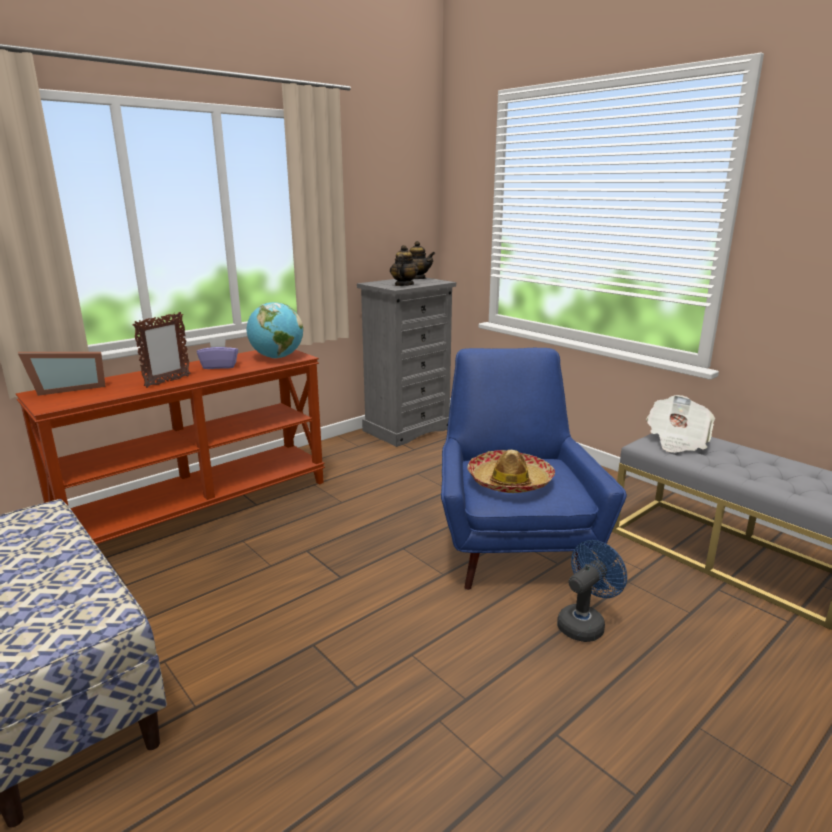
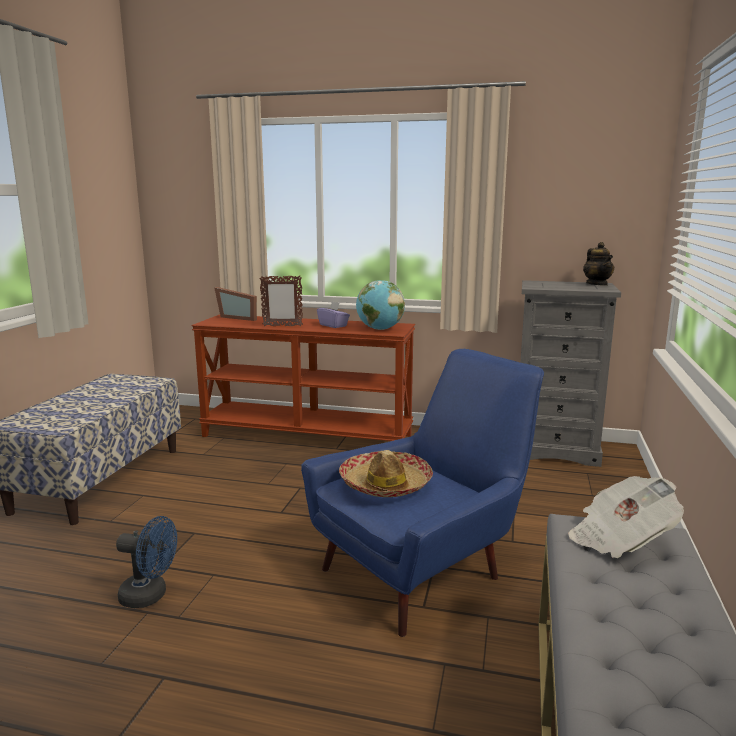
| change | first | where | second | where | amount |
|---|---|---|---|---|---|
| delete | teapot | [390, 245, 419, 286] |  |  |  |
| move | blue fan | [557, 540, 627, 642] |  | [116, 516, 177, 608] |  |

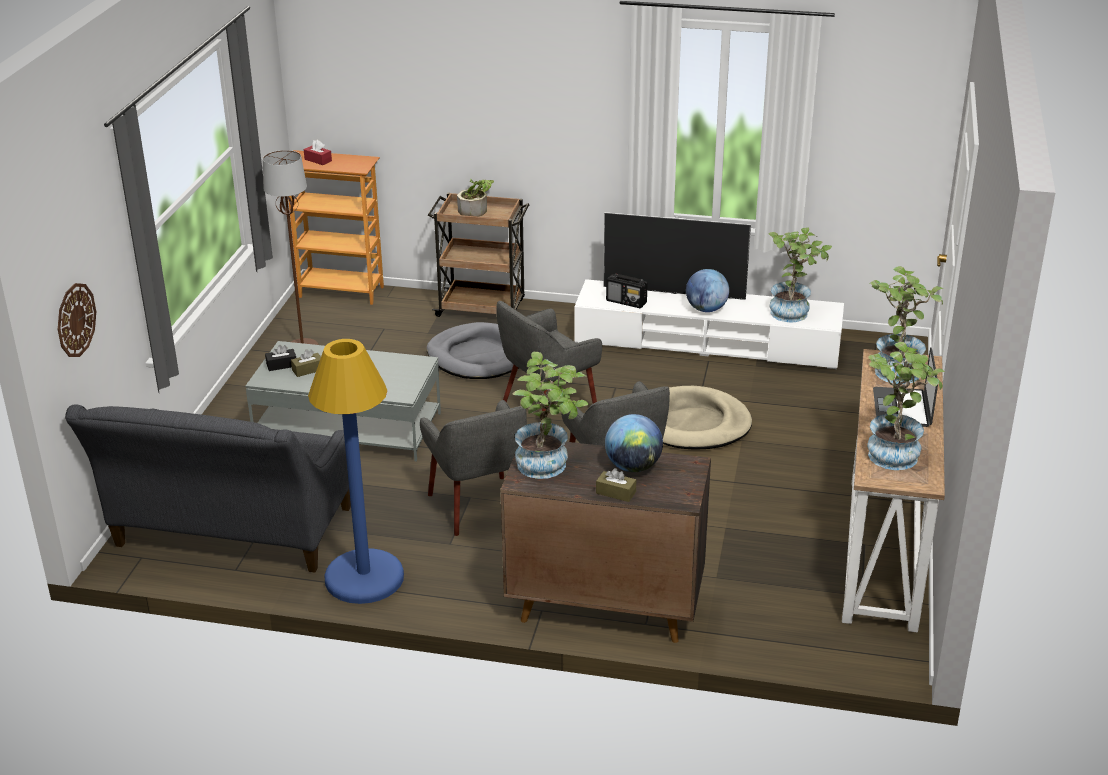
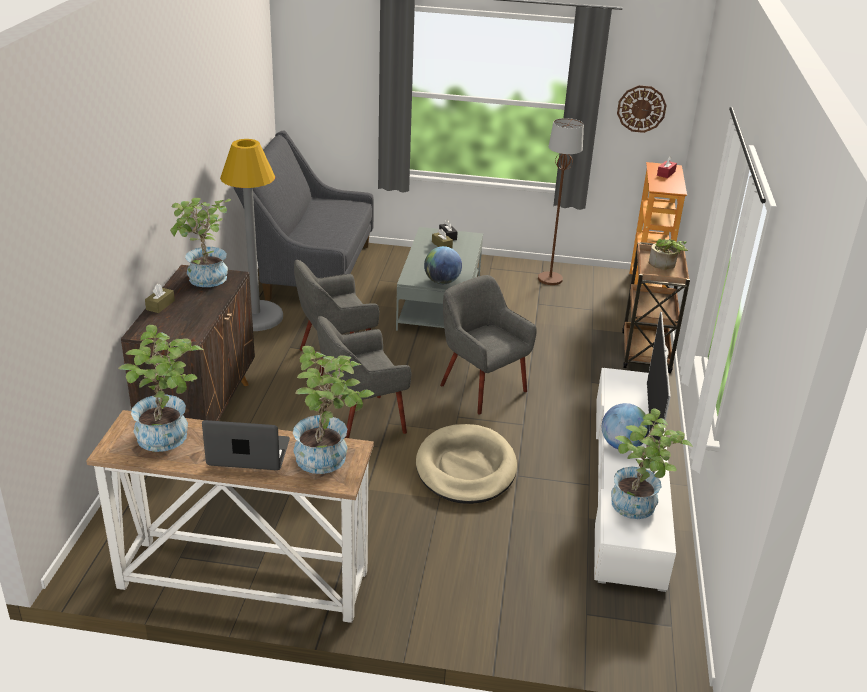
| change | first | where | second | where | amount |
|---|---|---|---|---|---|
| delete | radio | [606, 274, 648, 308] |  |  |  |
| move | wall clock | [58, 283, 96, 357] |  | [617, 85, 667, 133] |  |
| delete | grey dog bed | [427, 322, 519, 379] |  |  |  |
| recolor | blue floor lamp | [308, 339, 404, 604] | grey floor lamp | [220, 139, 283, 331] |  |
| move | globe | [605, 414, 663, 472] |  | [424, 246, 462, 284] |  |

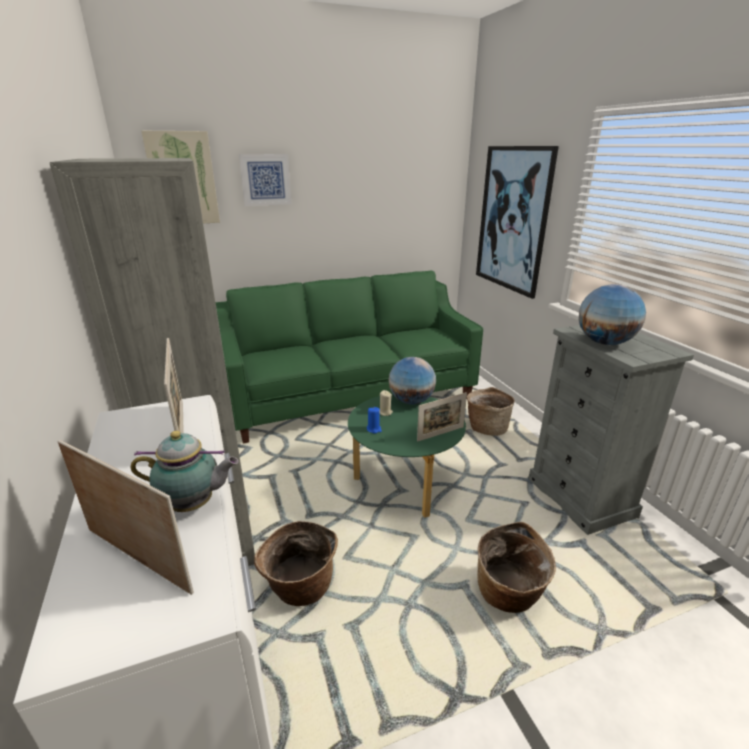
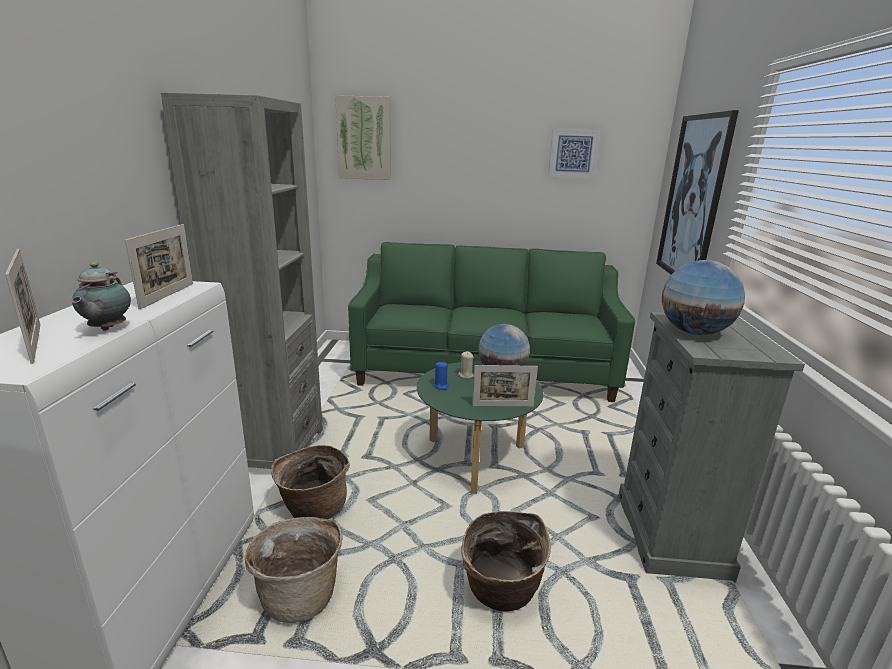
| change | first | where | second | where | amount |
|---|---|---|---|---|---|
| move | picture | [239, 154, 292, 206] |  | [548, 128, 601, 179] |  |
| move | basket | [467, 387, 515, 436] |  | [245, 517, 342, 623] |  |
| rotate | teapot | [131, 431, 239, 512] |  | [71, 262, 131, 331] | 60 degrees clockwise |

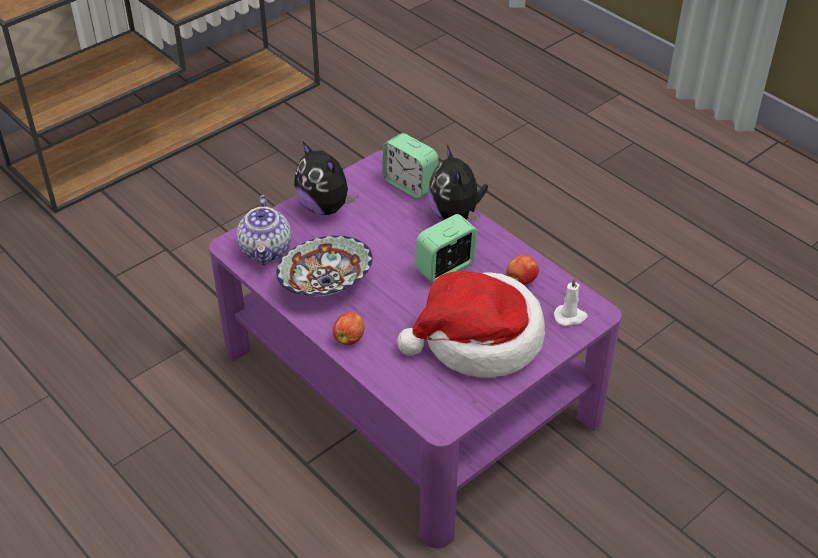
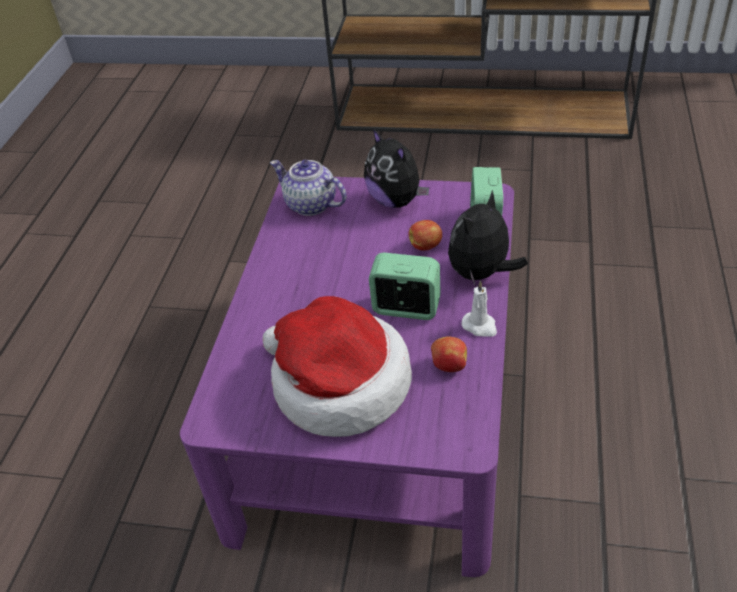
| change | first | where | second | where | amount |
|---|---|---|---|---|---|
| rotate | plush toy | [294, 142, 357, 215] |  | [364, 129, 429, 208] | 45 degrees counterclockwise |
| rotate | teapot | [237, 195, 291, 265] |  | [270, 160, 346, 216] | 75 degrees clockwise |
| delete | bowl | [276, 236, 373, 296] |  |  |  |
| move | white candle | [554, 277, 587, 326] |  | [461, 280, 497, 337] |  |
| move | apple | [333, 312, 364, 345] |  | [408, 220, 442, 250] |  |

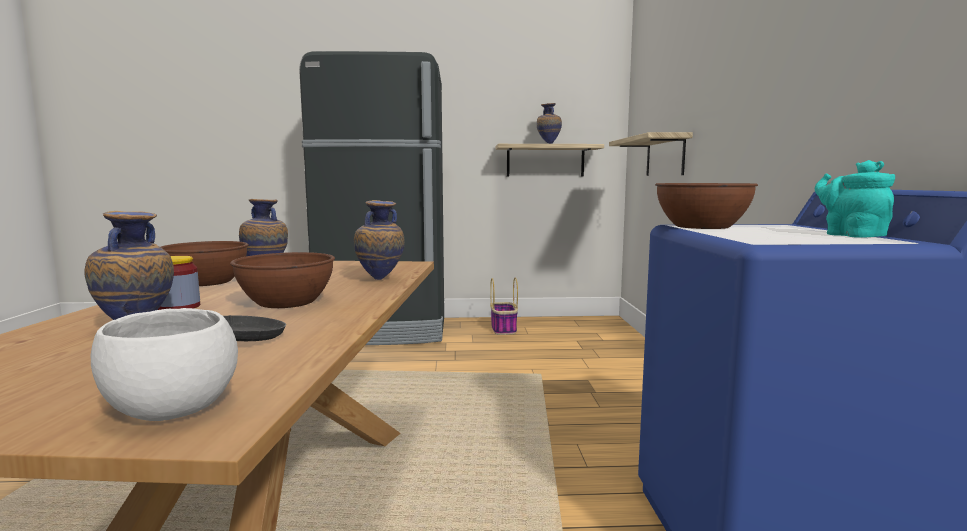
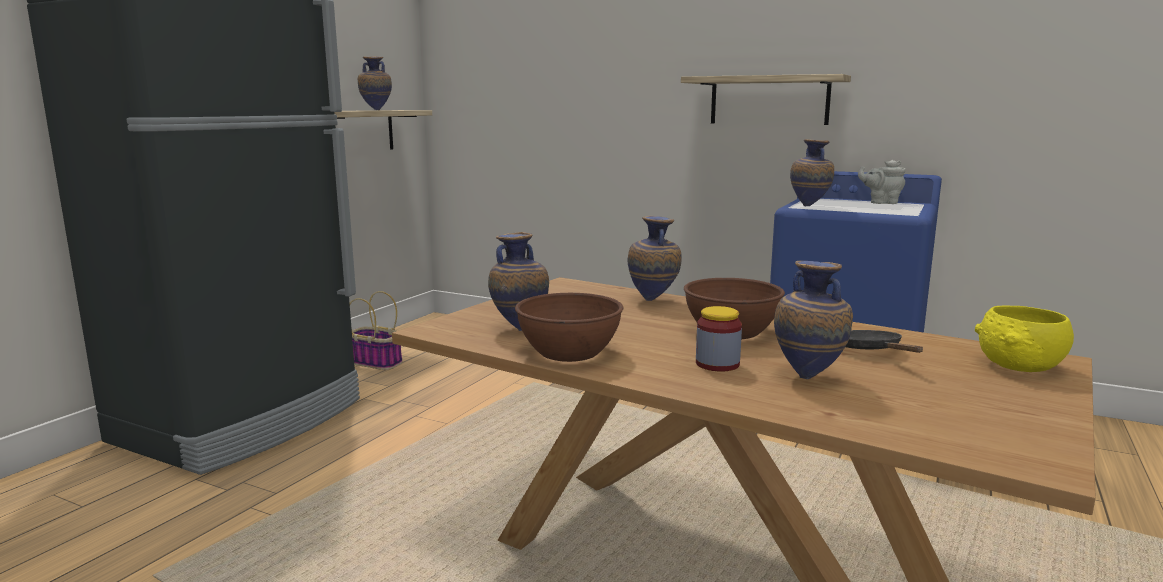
| change | first | where | second | where | amount |
|---|---|---|---|---|---|
| move | shelf | [609, 132, 693, 176] |  | [681, 74, 851, 125] |  |
| recolor | turquoise teapot | [815, 160, 895, 238] | grey teapot | [858, 160, 906, 204] |  |
| replace | brown bowl | [655, 183, 758, 229] | vase | [790, 139, 834, 206] |  |
| recolor | white bowl | [91, 308, 238, 421] | yellow bowl | [975, 306, 1074, 372] |  |

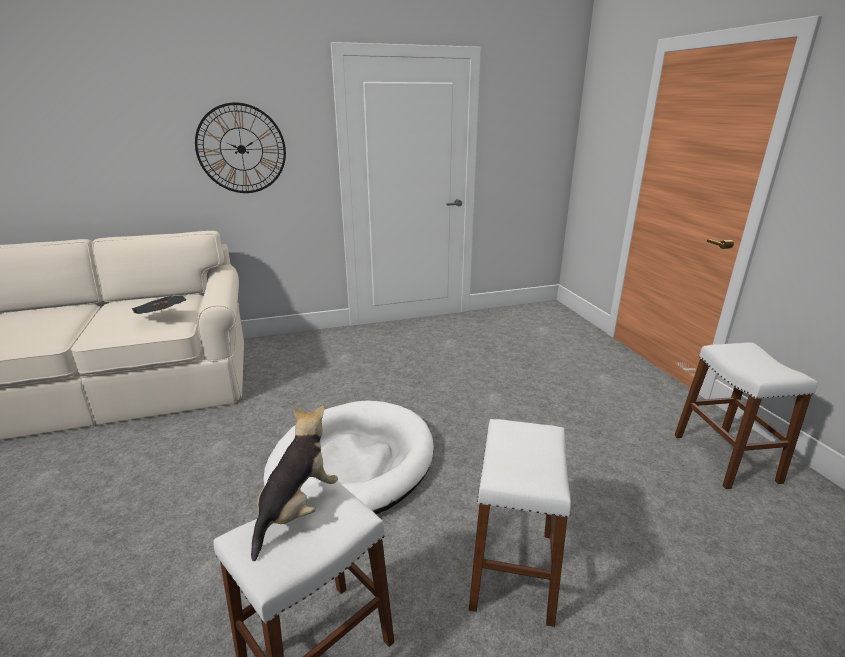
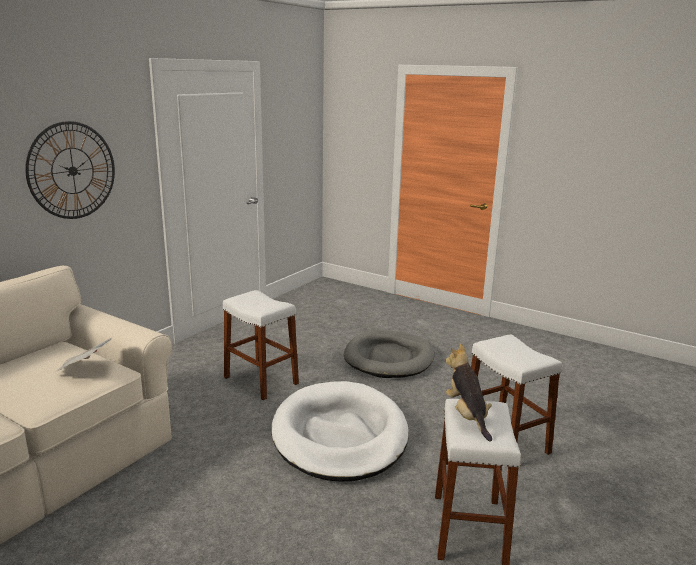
| change | first | where | second | where | amount |
|---|---|---|---|---|---|
| move | white stool | [675, 343, 818, 489] |  | [223, 290, 299, 400] |  |
| insert |  |  | grey dog bed | [344, 330, 434, 378] |  |

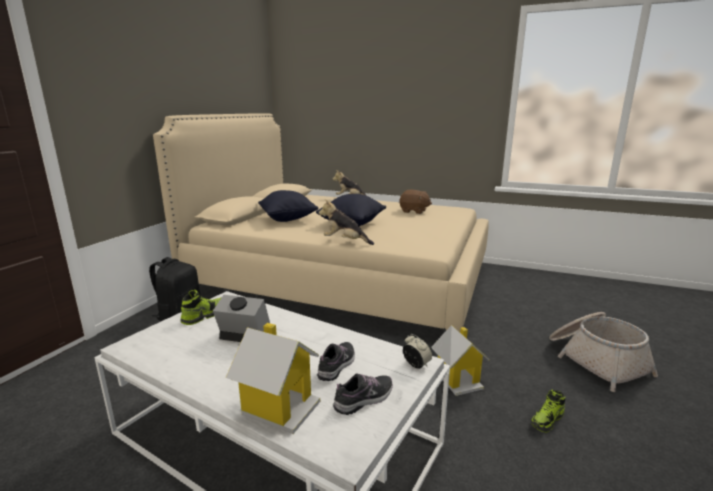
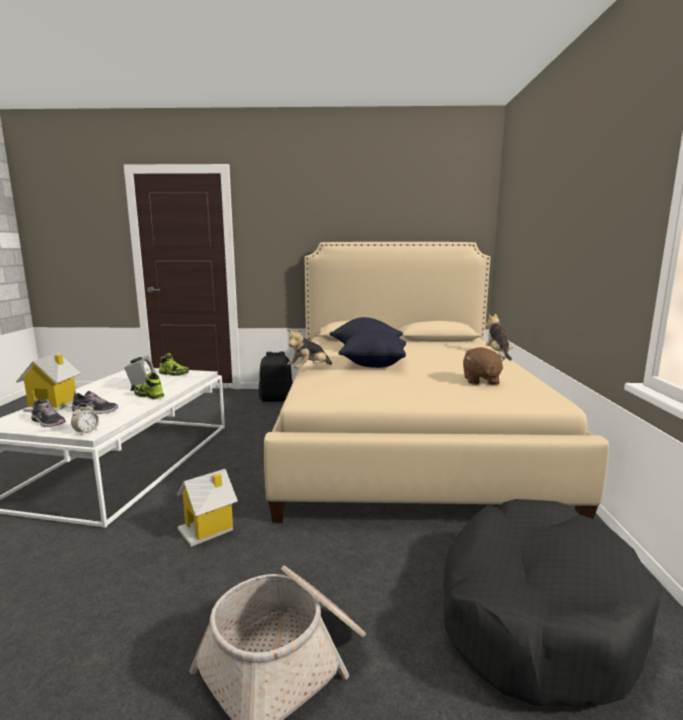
| change | first | where | second | where | amount |
|---|---|---|---|---|---|
| rotate | plush toy | [319, 199, 374, 245] |  | [287, 328, 332, 369] | 135 degrees counterclockwise |
| move | shoe | [531, 390, 565, 433] |  | [134, 372, 164, 400] |  |
| insert |  |  | black dog bed | [443, 499, 661, 707] |  |

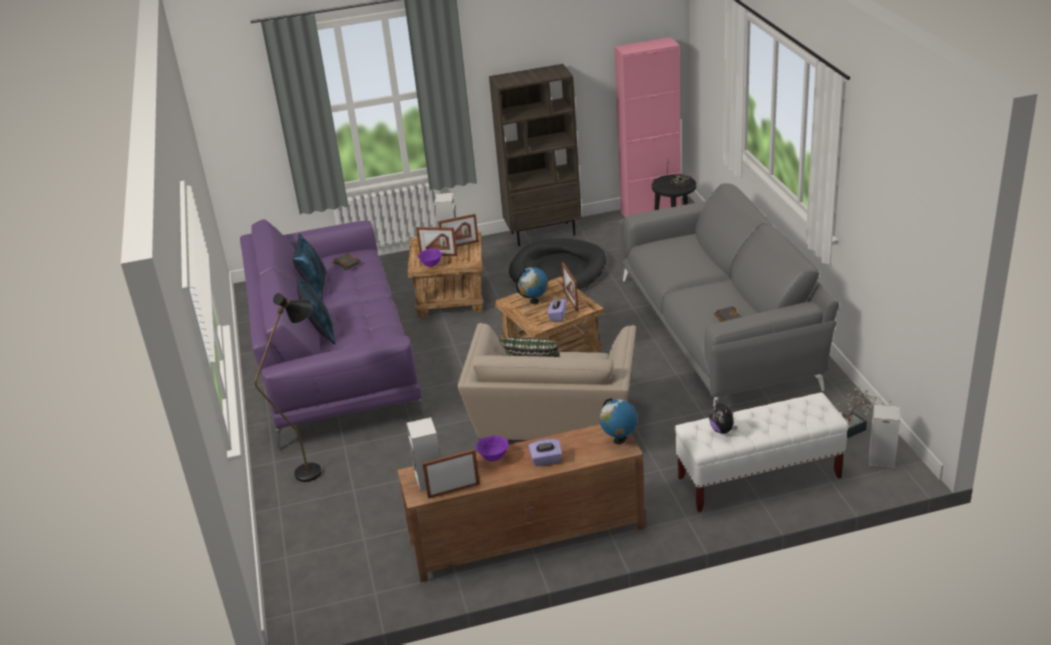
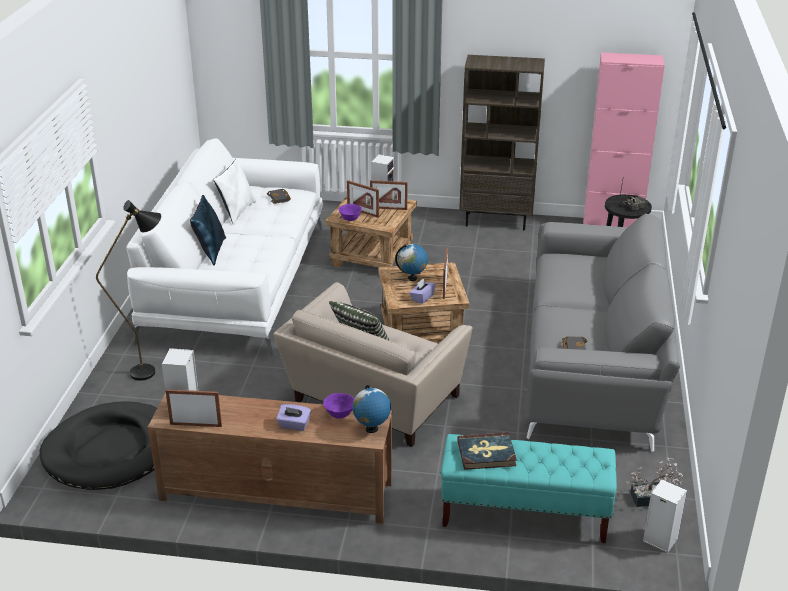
| change | first | where | second | where | amount |
|---|---|---|---|---|---|
| recolor | purple sofa | [240, 219, 427, 450] | white sofa | [127, 138, 323, 357] |  |
| recolor | blue pillow | [293, 233, 327, 300] | white pillow | [213, 158, 256, 225] |  |
| move | black dog bed | [509, 239, 606, 289] |  | [40, 401, 157, 490] |  |
| recolor | white bench | [675, 392, 848, 512] | turquoise bench | [441, 434, 617, 543] |  |
| replace | plush toy | [709, 399, 738, 434] | book | [458, 432, 517, 470] |  |
| move | purple bowl | [476, 435, 509, 462] |  | [323, 393, 354, 419] |  |

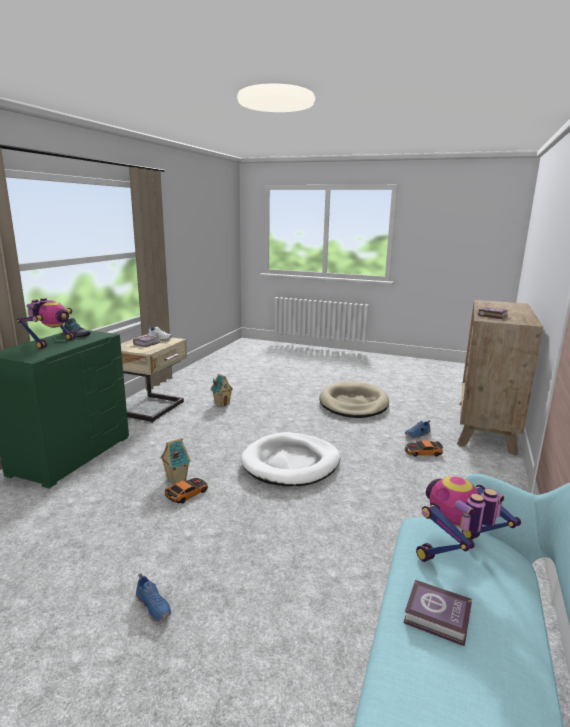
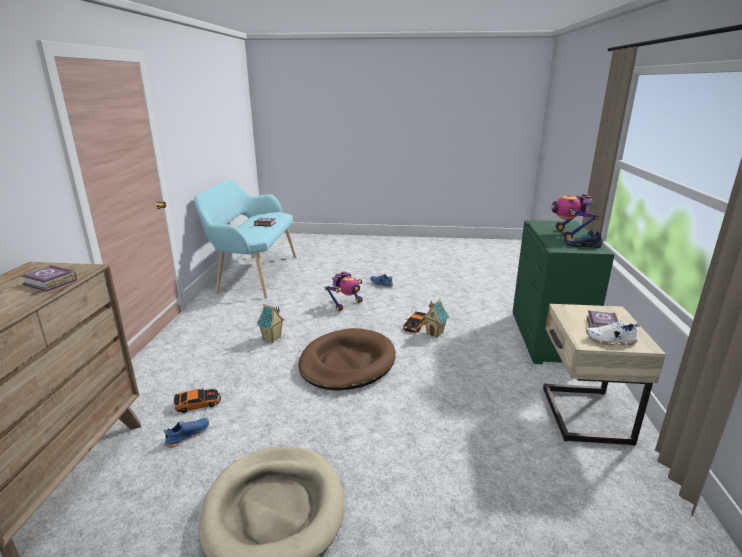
| change | first | where | second | where | amount |
|---|---|---|---|---|---|
| move | toy house | [210, 373, 233, 407] |  | [257, 304, 284, 343] |  |
| recolor | white dog bed | [241, 432, 340, 486] | brown dog bed | [298, 328, 396, 390] |  |
| move | toy robot | [416, 476, 521, 562] |  | [325, 271, 362, 311] |  |

